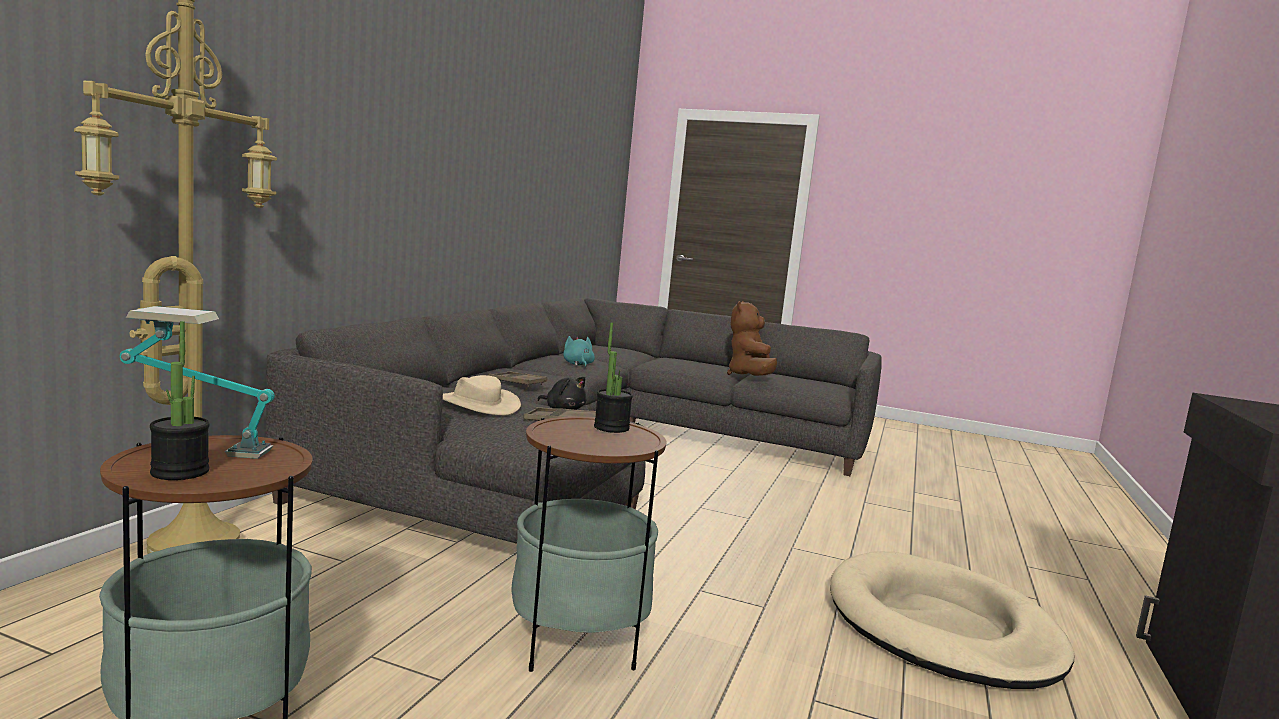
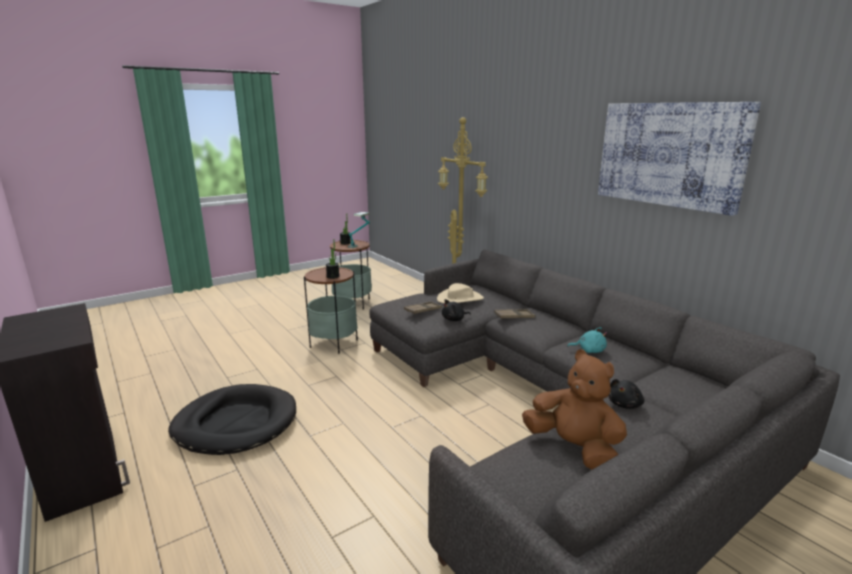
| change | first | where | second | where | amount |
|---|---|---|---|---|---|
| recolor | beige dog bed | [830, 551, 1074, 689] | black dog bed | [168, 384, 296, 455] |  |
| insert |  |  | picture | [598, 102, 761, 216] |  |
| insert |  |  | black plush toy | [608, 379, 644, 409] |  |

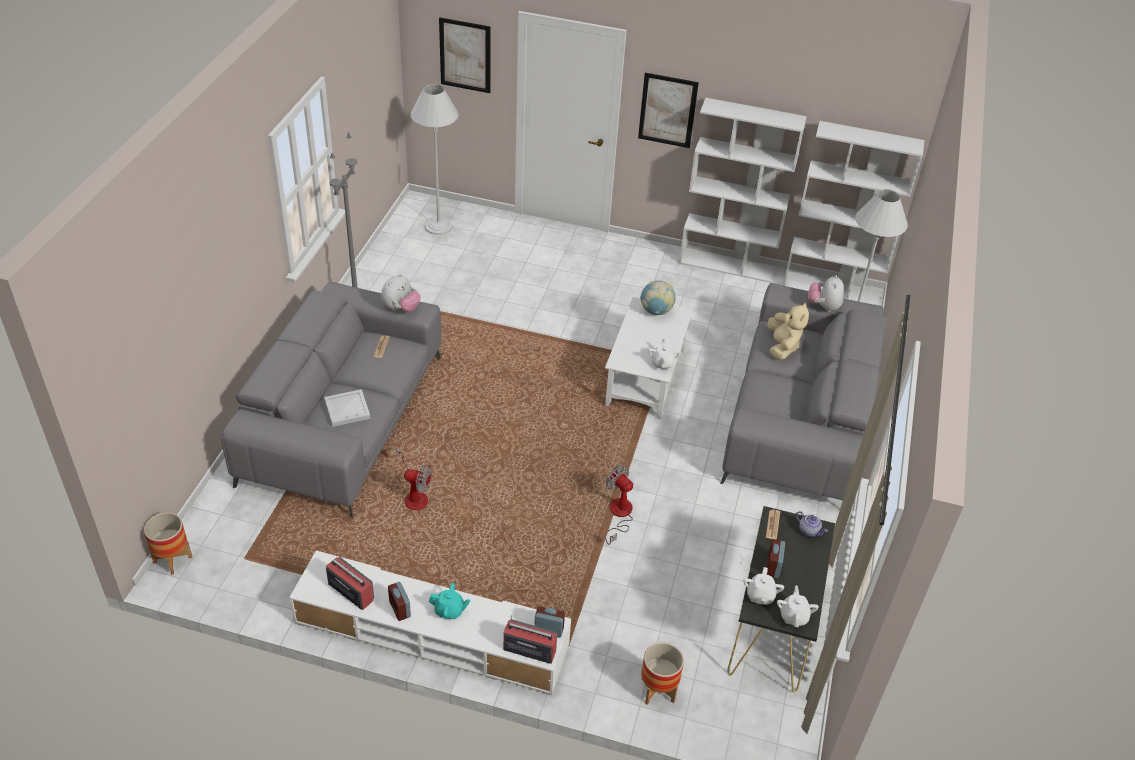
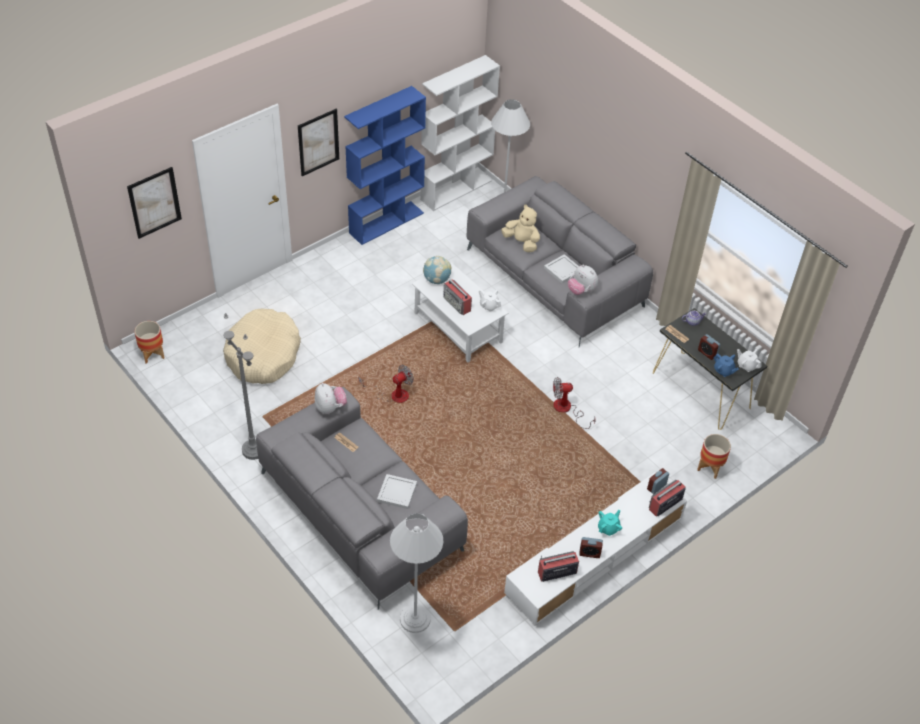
| change | first | where | second | where | amount |
|---|---|---|---|---|---|
| move | white floor lamp | [411, 84, 458, 235] |  | [390, 513, 443, 633] |  |
| recolor | white bookcase | [679, 98, 807, 283] | blue bookcase | [344, 86, 426, 245] |  |
| move | plush toy | [808, 275, 844, 312] |  | [568, 265, 598, 295] |  |
| move | fan | [397, 447, 432, 510] |  | [359, 365, 414, 403] |  |
| move | planter | [144, 512, 192, 575] |  | [134, 321, 165, 364] |  |
| recolor | white teapot | [743, 567, 784, 605] | blue teapot | [714, 354, 739, 377] |  |
| insert |  |  | white tray | [544, 254, 579, 284] |  |
| insert |  |  | radio | [443, 279, 472, 315] |  |
| insert |  |  | beige dog bed | [223, 309, 301, 384] |  |

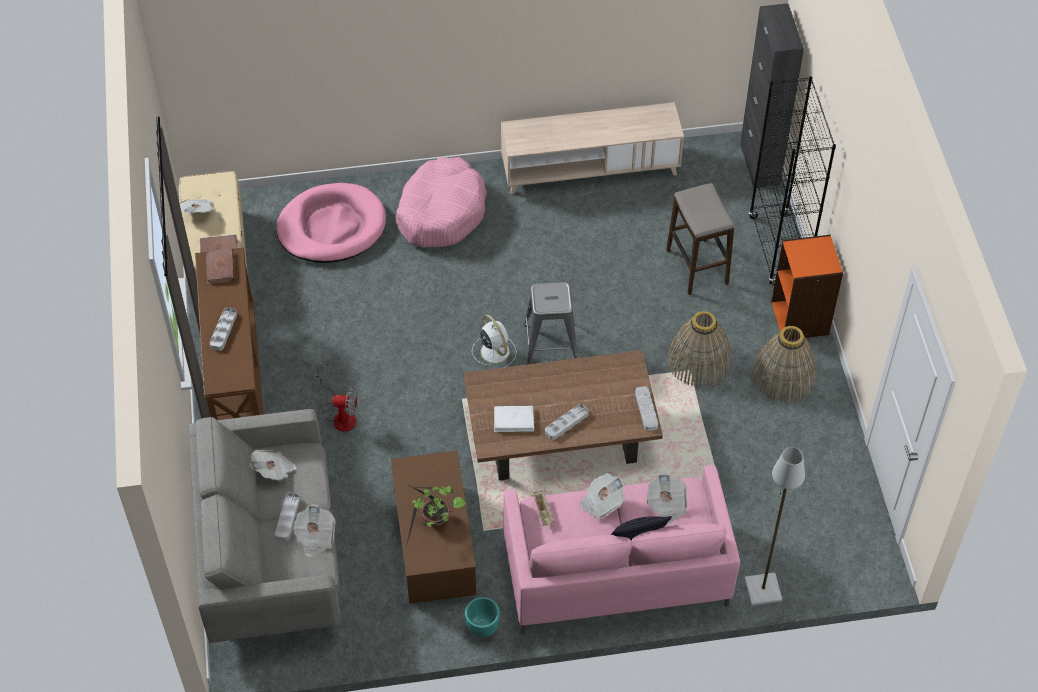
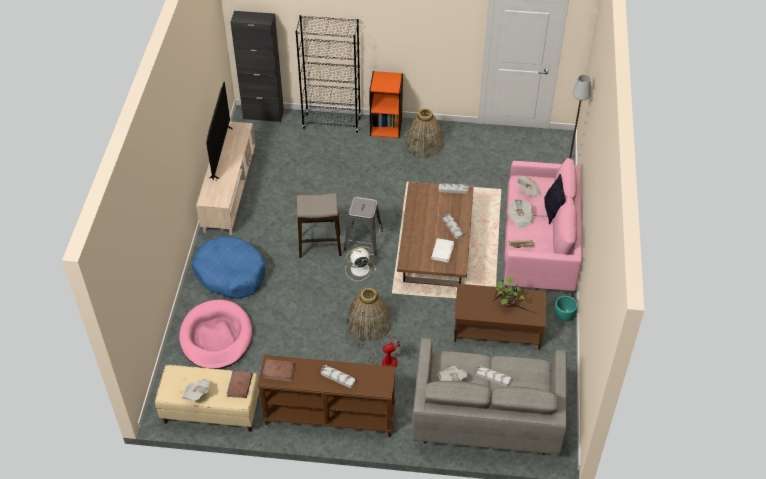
| change | first | where | second | where | amount |
|---|---|---|---|---|---|
| recolor | pink dog bed | [395, 157, 487, 248] | blue dog bed | [192, 236, 265, 299] |  |
| move | stool | [666, 183, 735, 295] |  | [297, 193, 341, 258] |  |
| move | basket | [667, 311, 731, 388] |  | [347, 288, 392, 342] |  |
| rotate | fan | [315, 373, 357, 432] |  | [355, 336, 402, 367] | 45 degrees clockwise |
| delete | newspaper | [293, 504, 336, 557] |  |  |  |
| insert |  |  | television | [206, 81, 233, 181] |  |

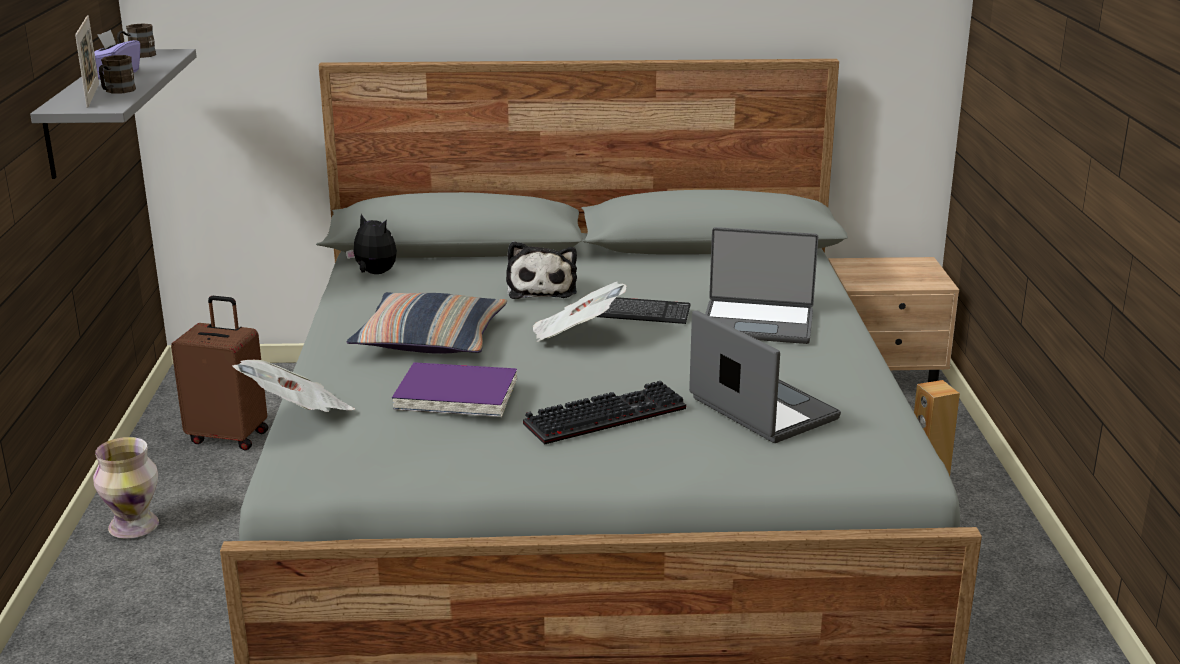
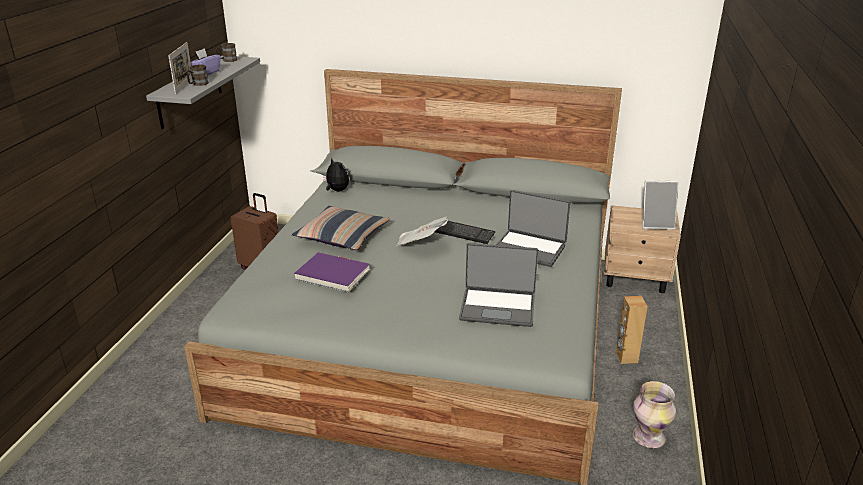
| change | first | where | second | where | amount |
|---|---|---|---|---|---|
| delete | plush toy | [506, 241, 577, 299] |  |  |  |
| rotate | laptop | [689, 310, 841, 443] |  | [459, 243, 538, 327] | 120 degrees clockwise |
| delete | newspaper | [232, 360, 355, 412] |  |  |  |
| delete | keyboard | [523, 381, 686, 445] |  |  |  |
| move | vase | [93, 437, 159, 538] |  | [633, 381, 676, 448] |  |
| insert |  |  | picture frame | [642, 180, 679, 230] |  |

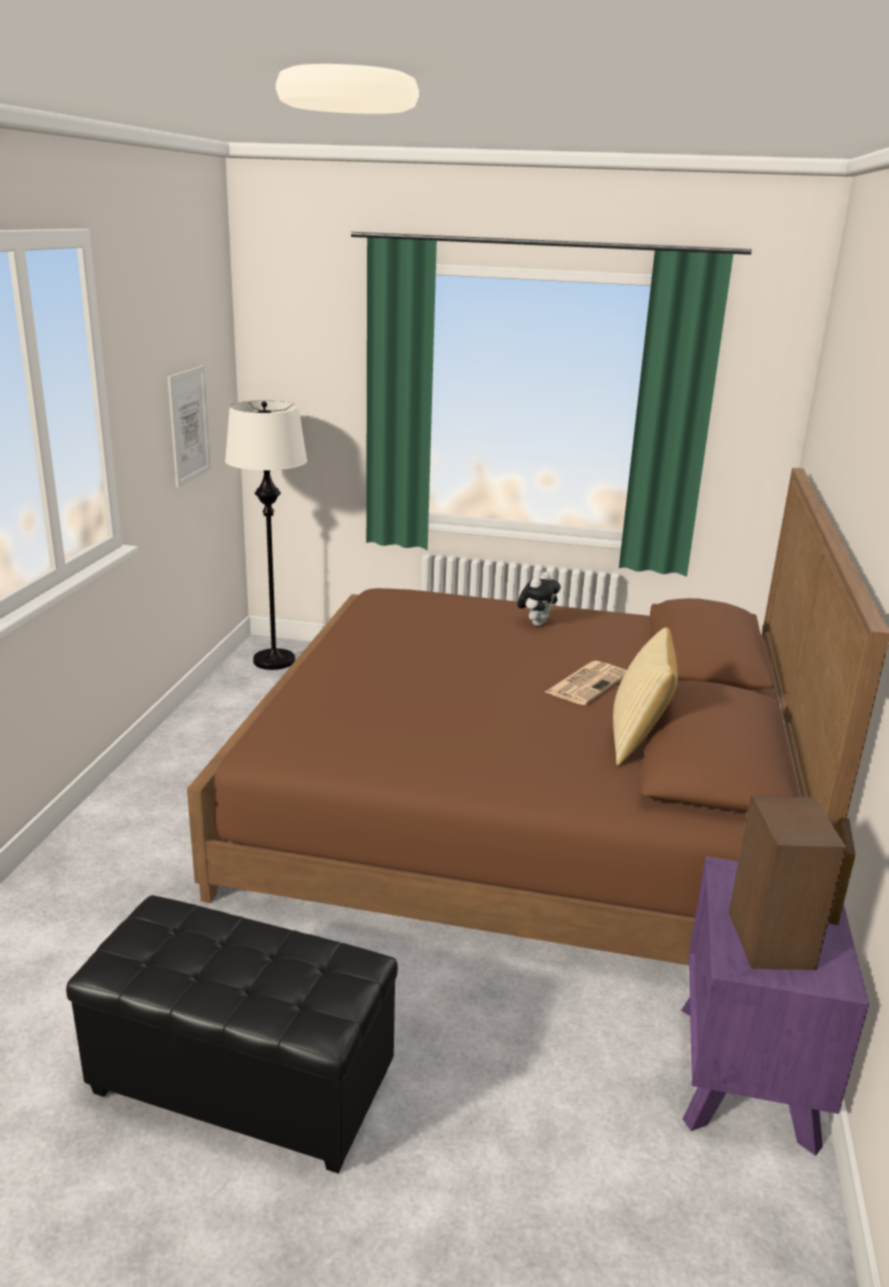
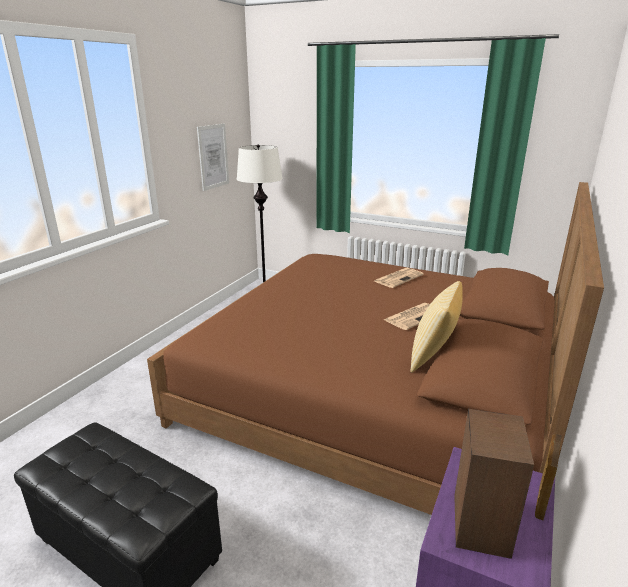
| change | first | where | second | where | amount |
|---|---|---|---|---|---|
| replace | plush toy | [517, 572, 561, 626] | newspaper | [374, 268, 424, 288] |  |

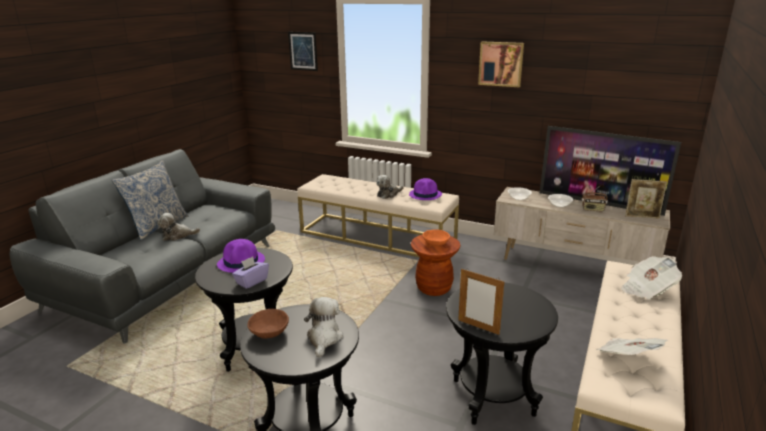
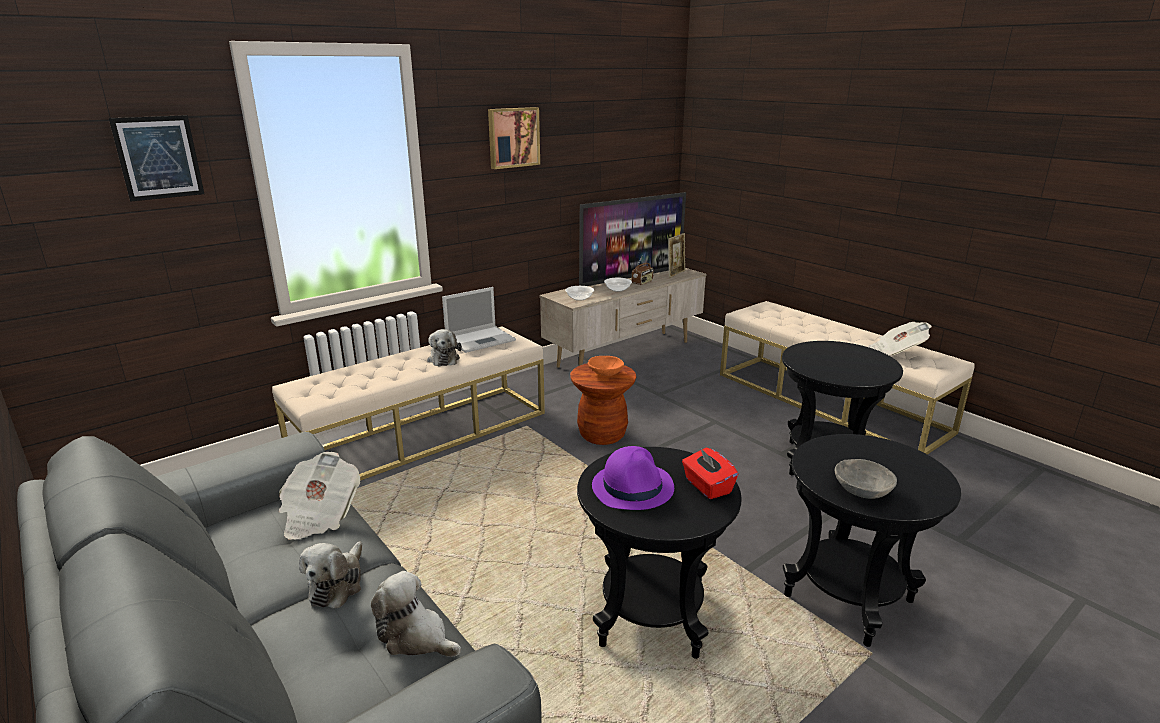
| change | first | where | second | where | amount |
|---|---|---|---|---|---|
| delete | pillow | [112, 160, 188, 240] |  |  |  |
| replace | purple hat | [409, 178, 442, 200] | laptop | [442, 287, 516, 353] |  |
| move | newspaper | [621, 256, 682, 299] |  | [279, 452, 360, 540] |  |
| recolor | purple tissue box | [232, 257, 269, 289] | red tissue box | [682, 448, 738, 499] |  |
| delete | picture frame | [458, 268, 504, 335] |  |  |  |
| move | plush toy | [304, 297, 344, 358] |  | [371, 571, 461, 657] |  |
| recolor | brown bowl | [247, 309, 289, 338] | grey bowl | [835, 459, 897, 499] |  |

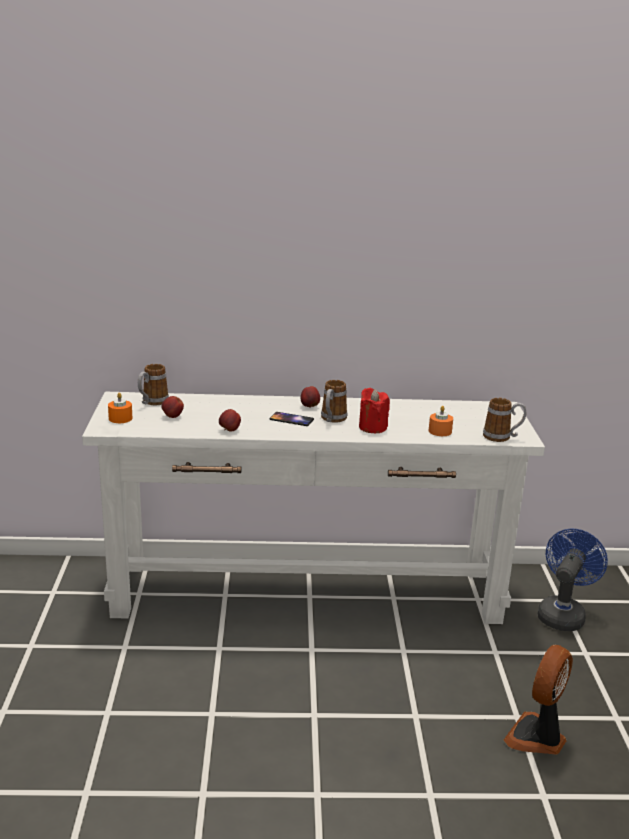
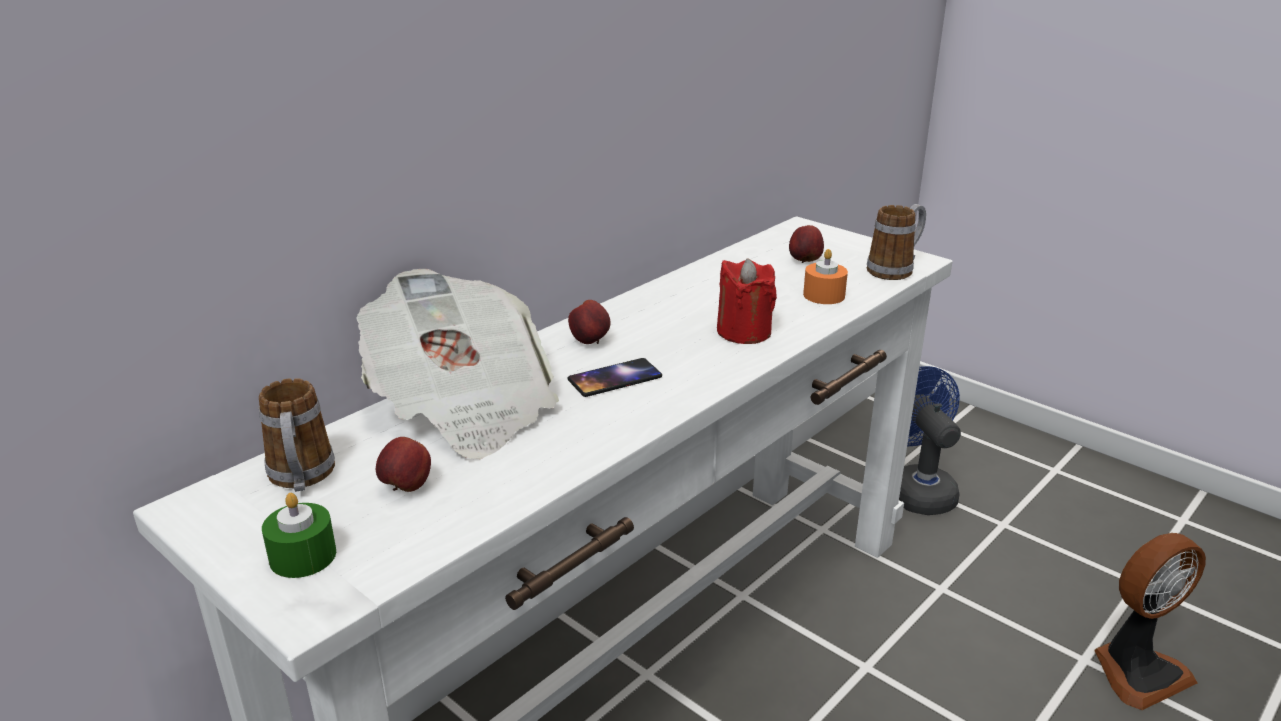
| change | first | where | second | where | amount |
|---|---|---|---|---|---|
| delete | mug | [321, 380, 347, 423] |  |  |  |
| recolor | orange candle | [108, 393, 132, 423] | green candle | [262, 493, 336, 578] |  |
| move | apple | [219, 409, 241, 432] |  | [789, 225, 824, 263] |  |
| rotate | fan | [504, 645, 573, 755] |  | [1094, 533, 1206, 710] | 105 degrees counterclockwise |
| insert |  |  | newspaper | [356, 269, 559, 459] |  |

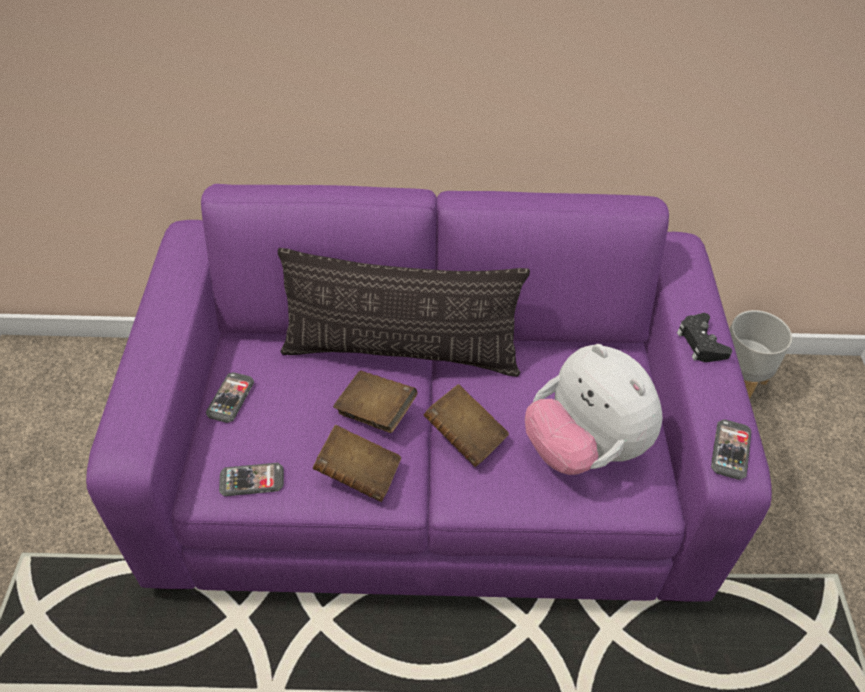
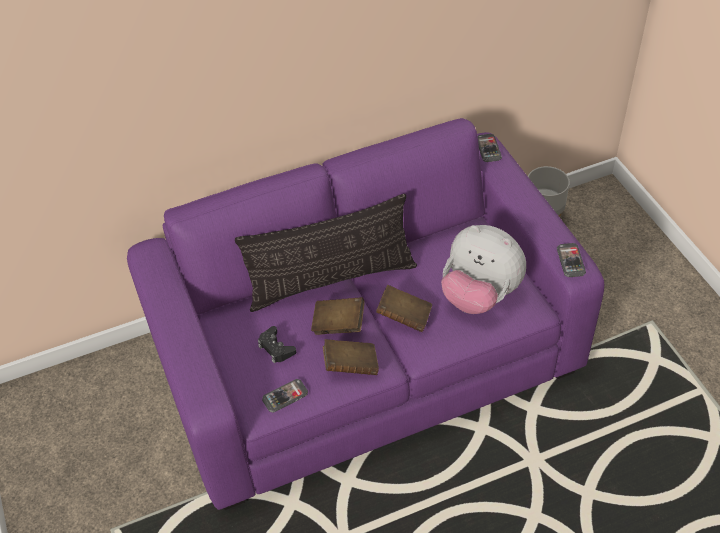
| change | first | where | second | where | amount |
|---|---|---|---|---|---|
| move | black game controller | [677, 313, 732, 362] |  | [258, 326, 296, 363] |  |
| move | phone | [206, 372, 254, 423] |  | [478, 134, 502, 162] |  |

